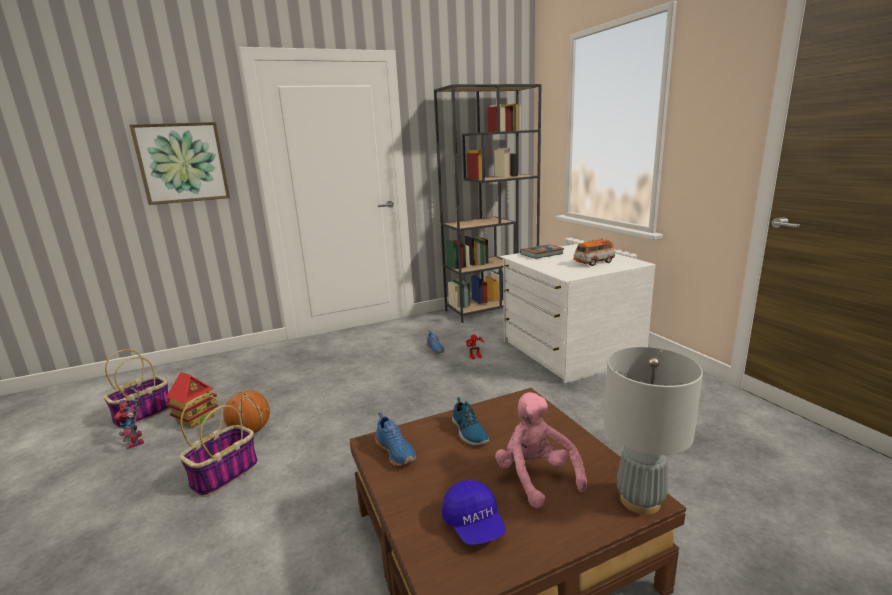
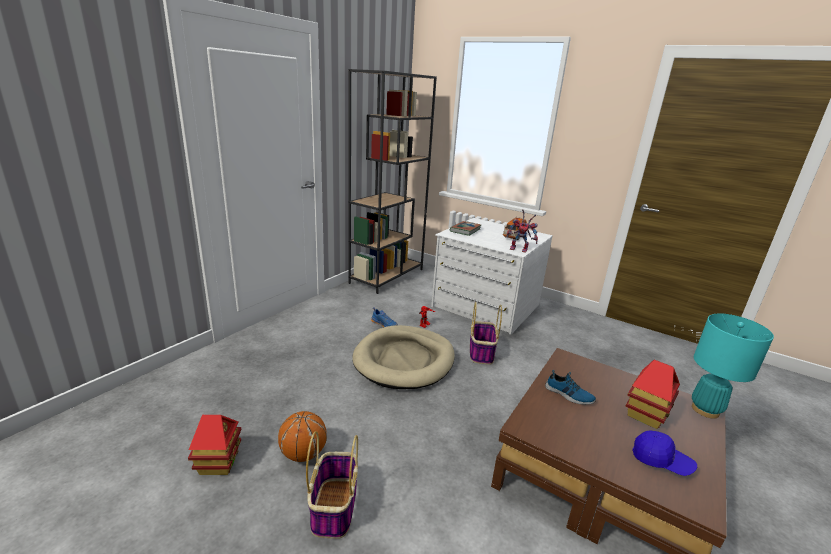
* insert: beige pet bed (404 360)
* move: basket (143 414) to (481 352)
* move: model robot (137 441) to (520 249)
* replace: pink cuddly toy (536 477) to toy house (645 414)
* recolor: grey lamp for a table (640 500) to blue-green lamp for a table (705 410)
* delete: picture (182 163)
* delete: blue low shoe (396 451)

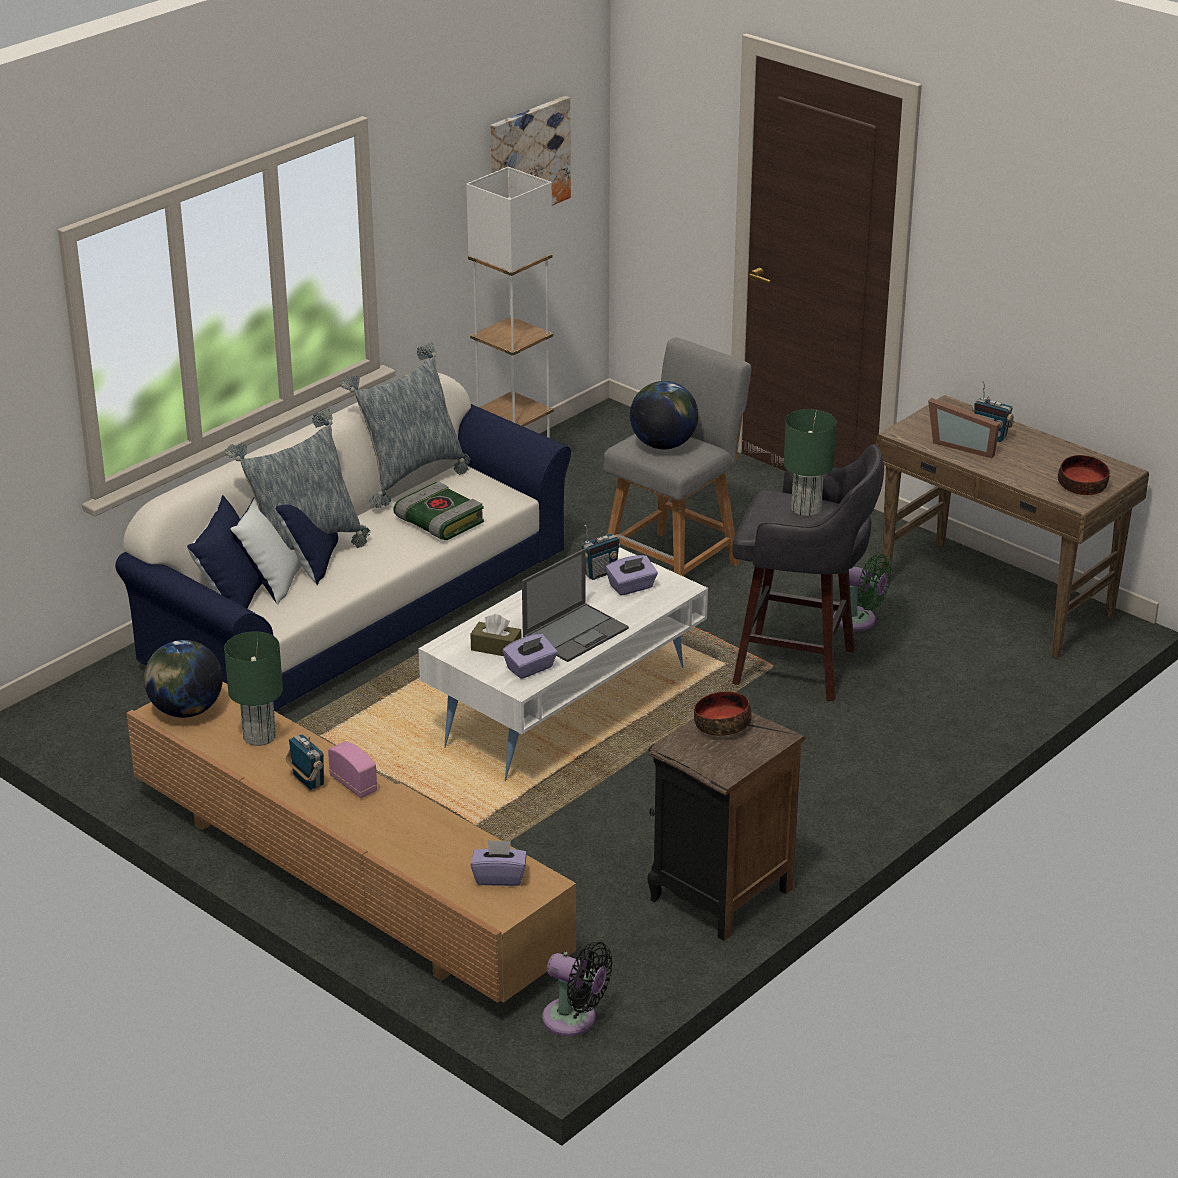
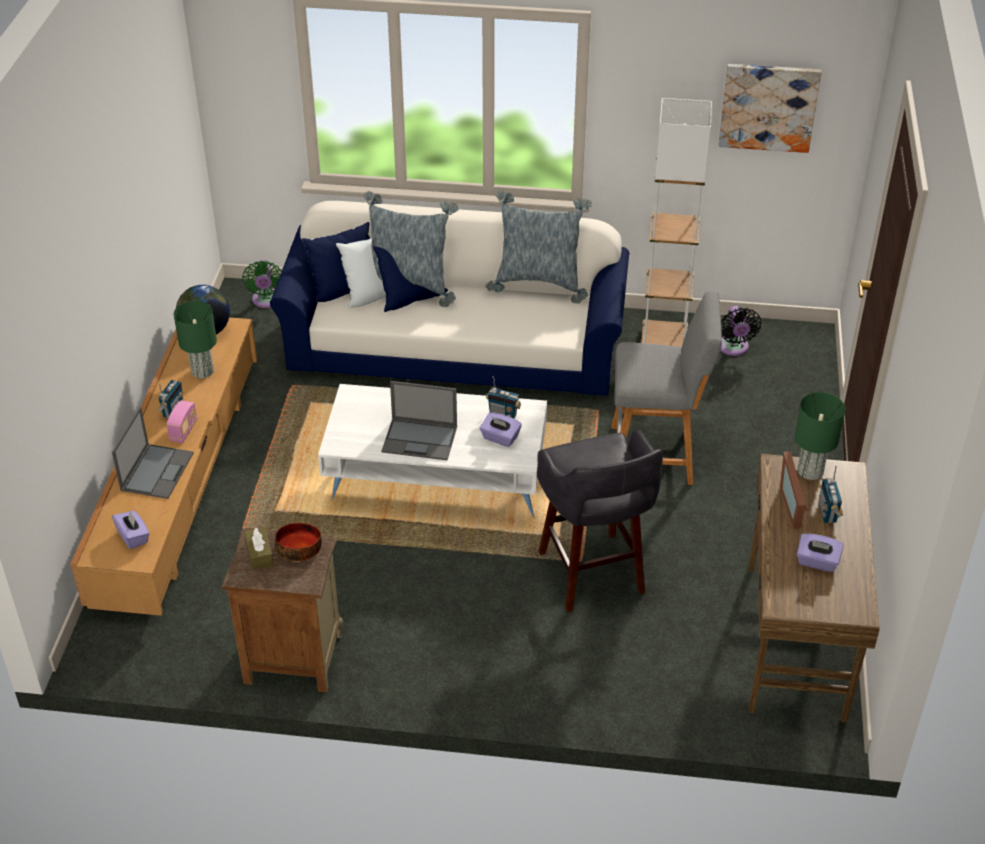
* insert: laptop (157 471)
* recolor: black nightstand (719 893) to beige nightstand (293 657)
* move: greenish electric fan (859 621) to (267 301)
* move: brown tissue holder (496 648) to (259 554)
* move: black electric fan (574 1020) to (733 348)
* move: greenish lamp for a table (805 509) to (810 470)
* move: purplish tissue holder (530 668) to (817 562)
* delete: book (437 521)
* delete: globe (663 444)
* delete: deep dish (1081 486)

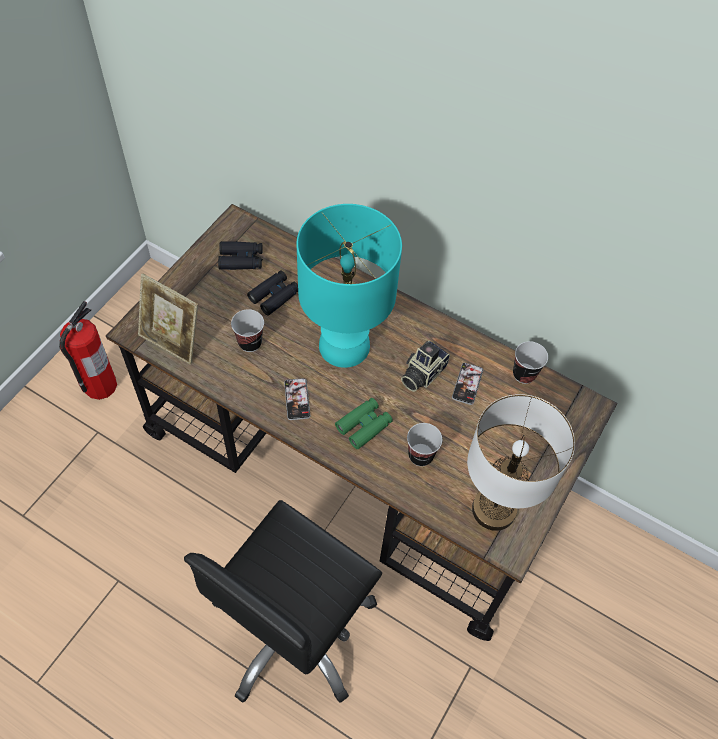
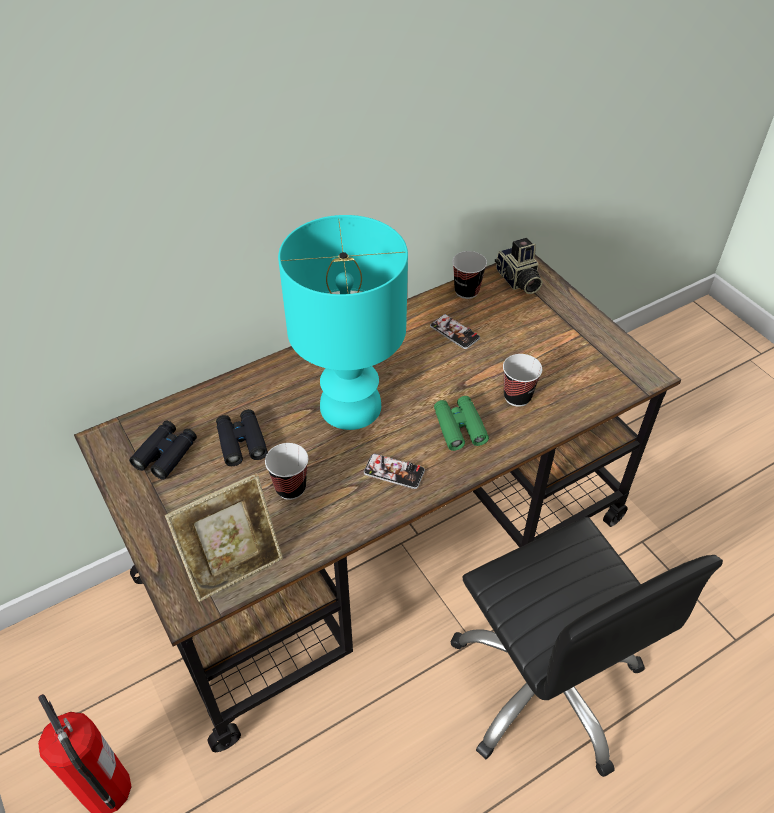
* move: photo camera (421 373) to (517 281)
* delete: lamp for a table (493 509)

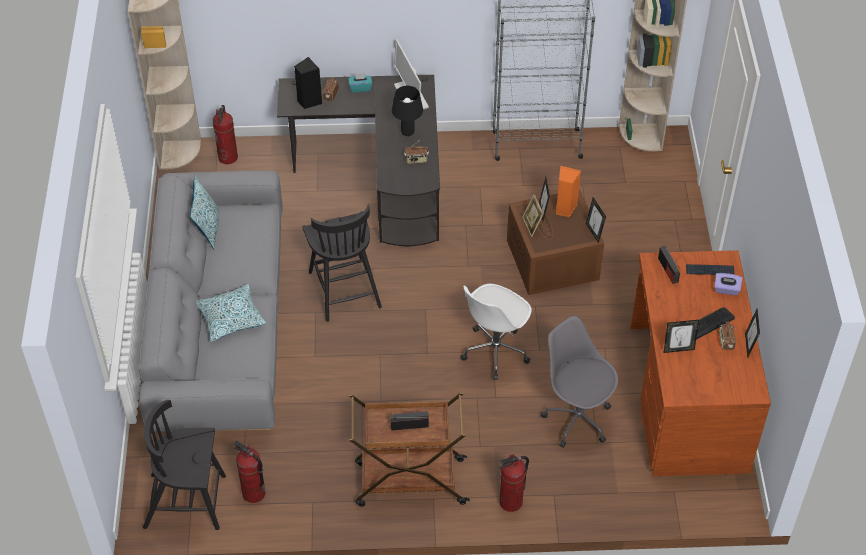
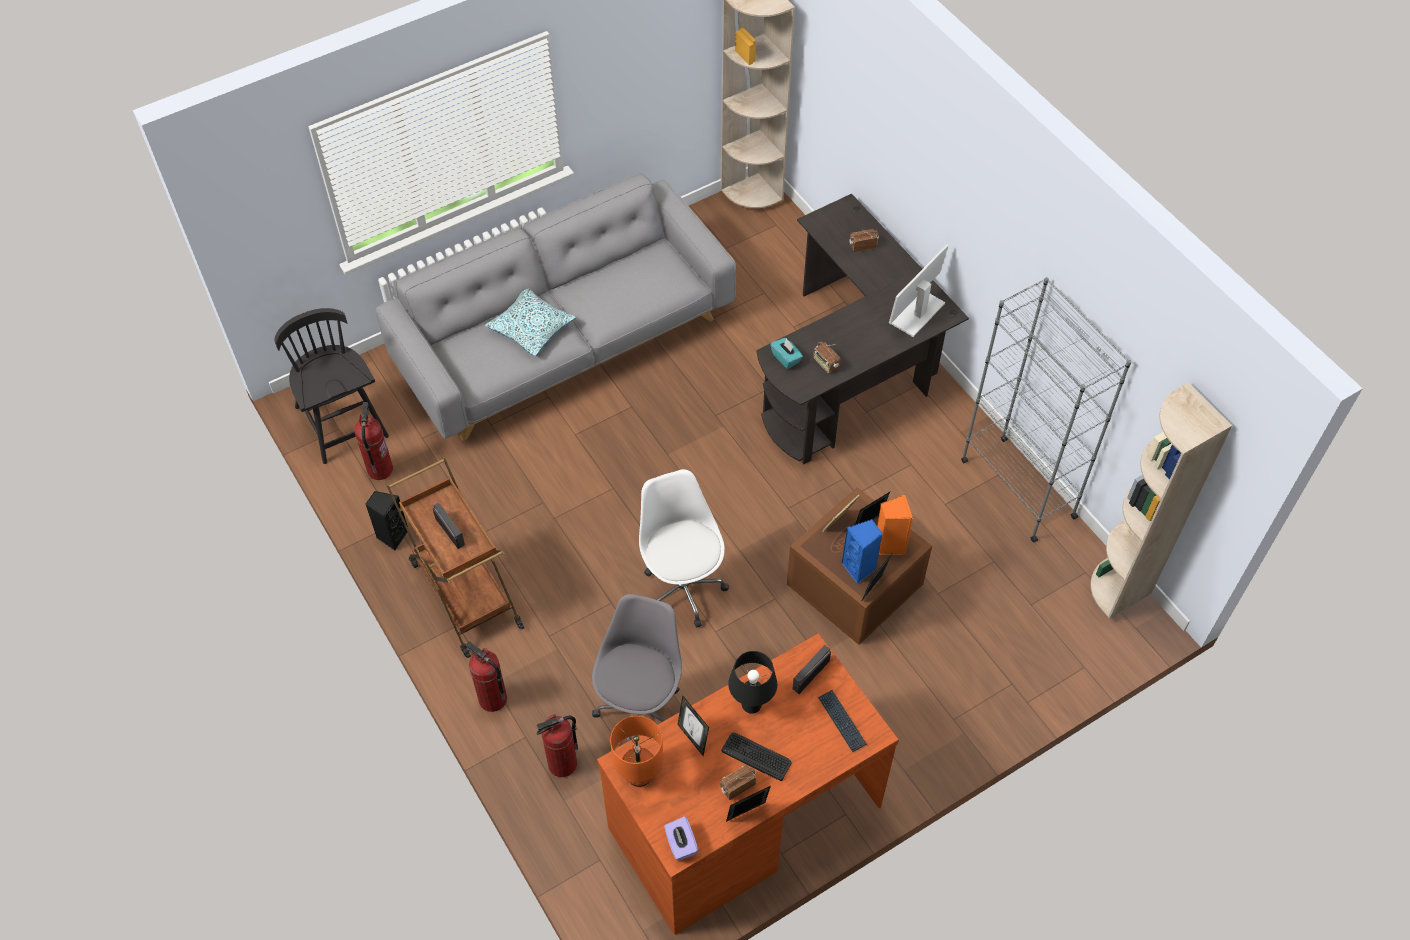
* move: black speaker (309 101) to (392 536)
* move: fire extinguisher (228 157) to (562 764)
* insert: orange-coloured lamp for a table (639 775)
* rotate: white-coloured desk chair (494 353) = (682 590) 60 degrees clockwise
* move: purplish tissue holder (726 289) to (681 844)
* move: black lamp for a table (407 132) to (752 705)
* move: blue-green tissue holder (360 88) to (786 358)
* insert: blue speaker (860 568)
* delete: pillow (208 229)
* delete: black upright chair (344 288)

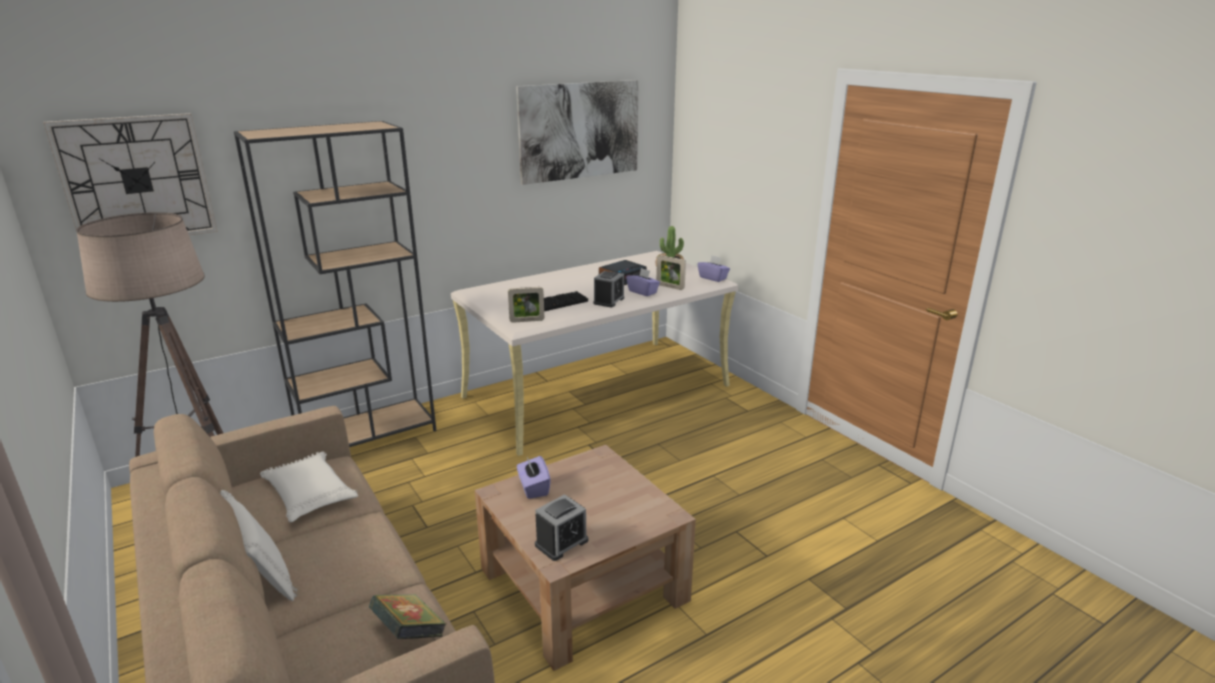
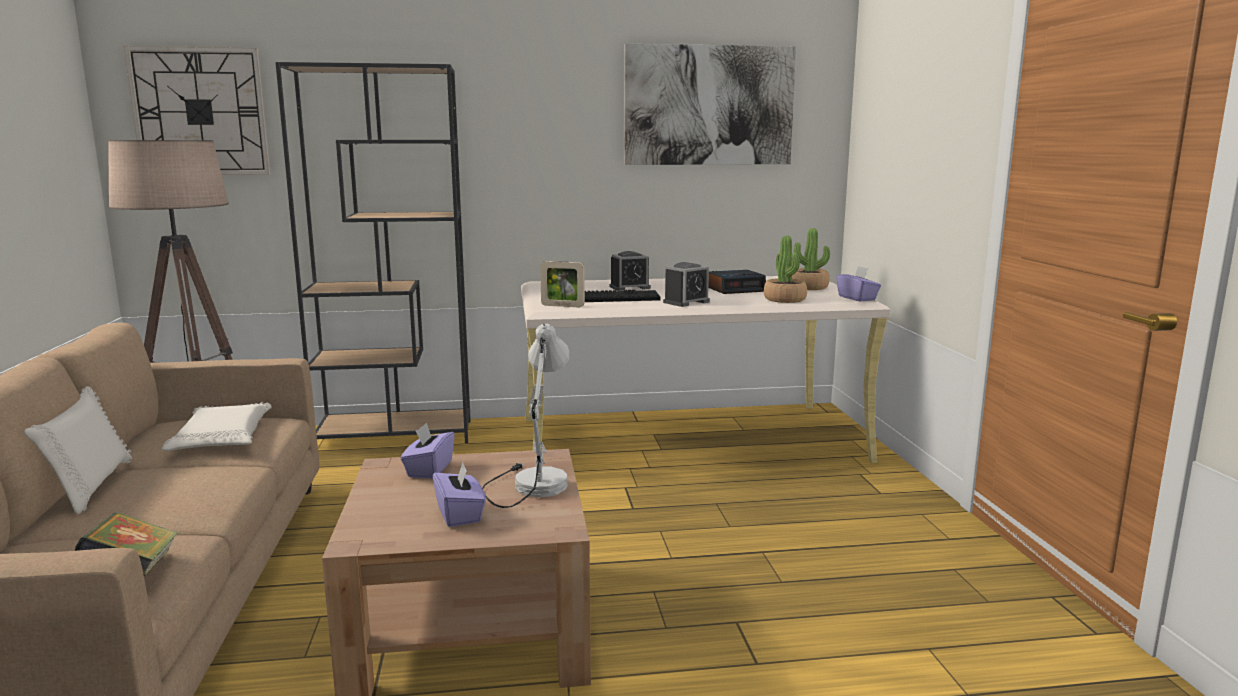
* move: purplish tissue holder (643 292) to (460 514)
* insert: white-coloured lamp for a table (528 483)
* move: alarm clock (561 543) to (629 287)
* replace: picture frame (670 287) to potted plant (785 299)

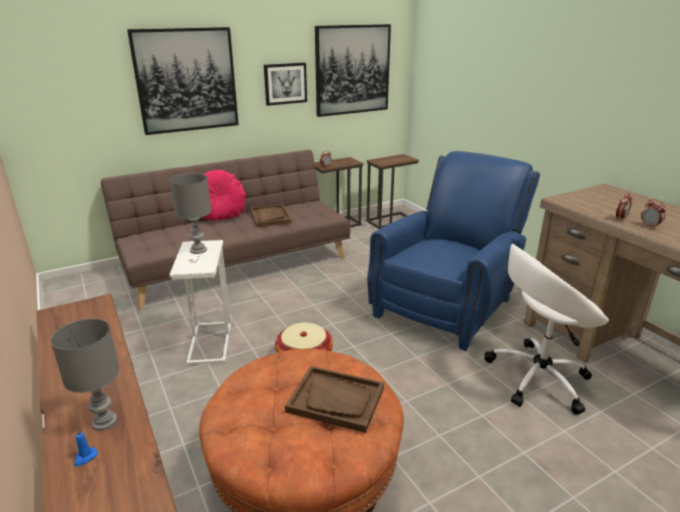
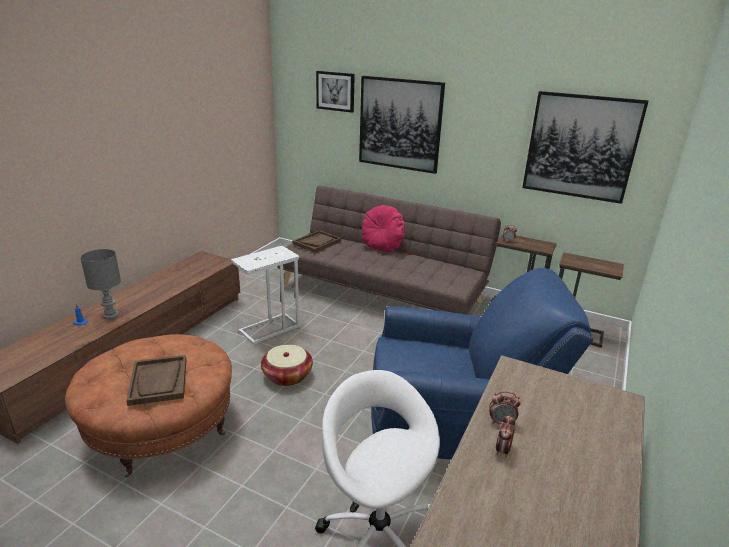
* move: brown tray (270 217) to (317 242)
* move: picture (285 83) to (335 91)
* delete: grey lamp for a table (199 250)

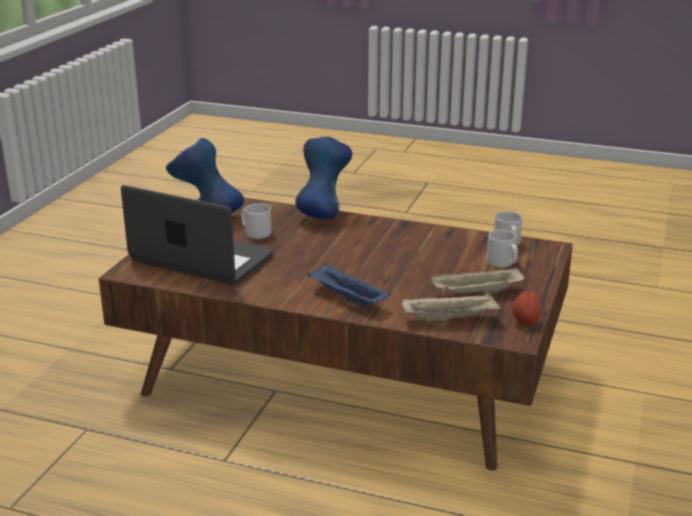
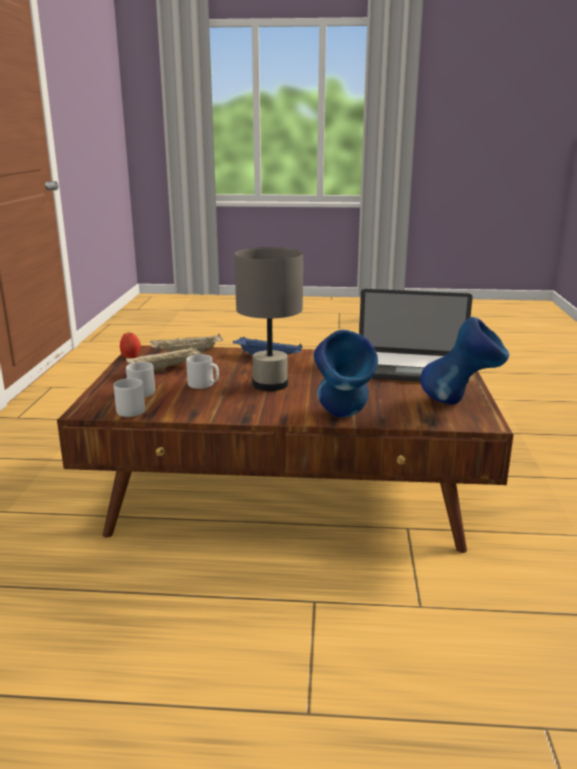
* move: grey tea mug (255 233) to (203 385)
* insert: grey lamp for a table (271 384)

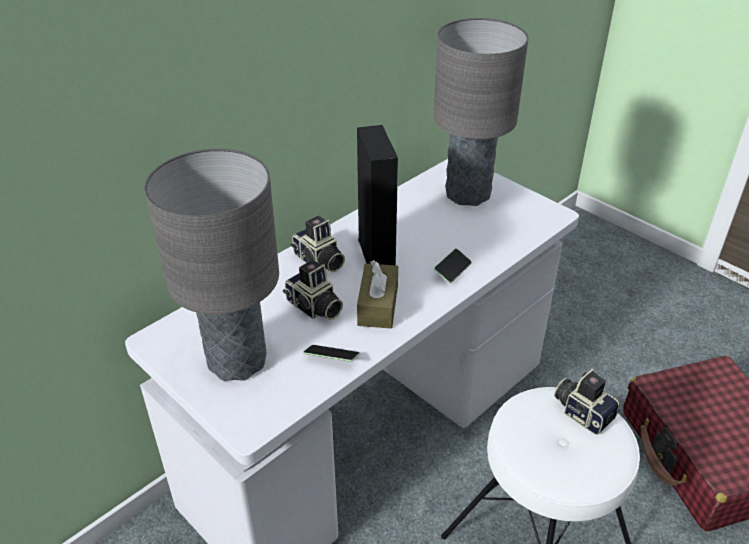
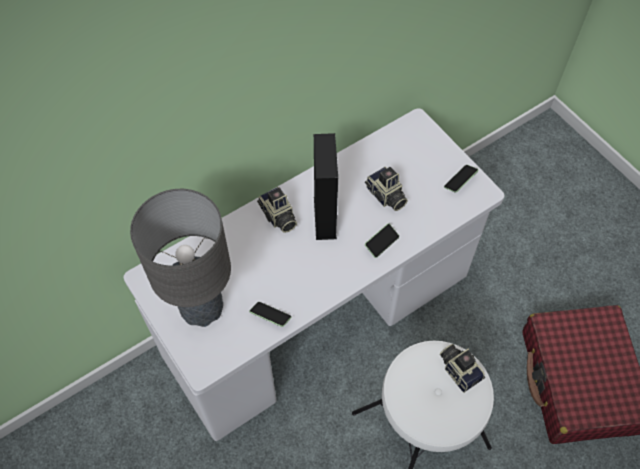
* move: photo camera (314 307) to (385 196)
* insert: handset (460 181)
* delete: brown tissue holder (378 305)
* delete: grey lamp for a table (467 194)

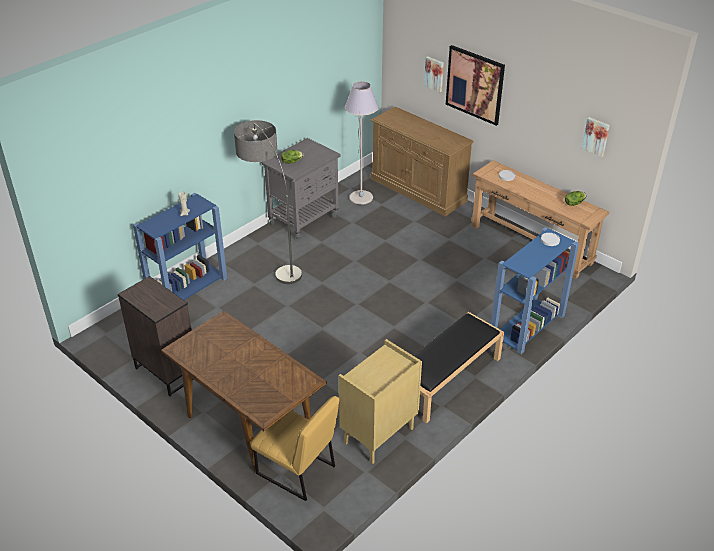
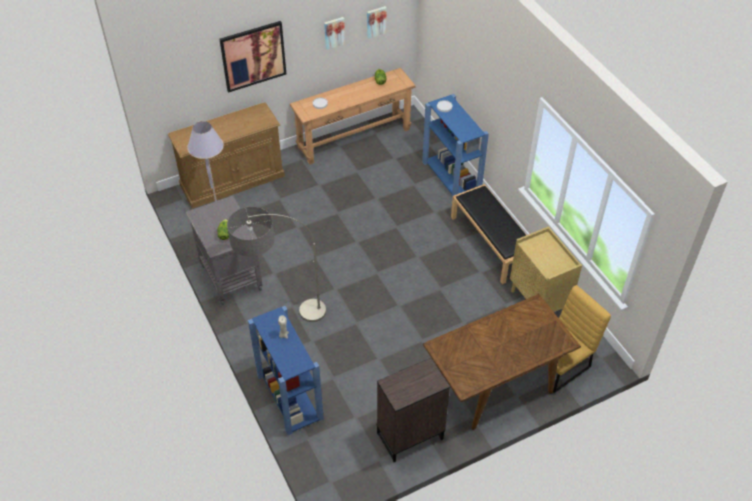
* move: picture (434 73) to (334 32)

